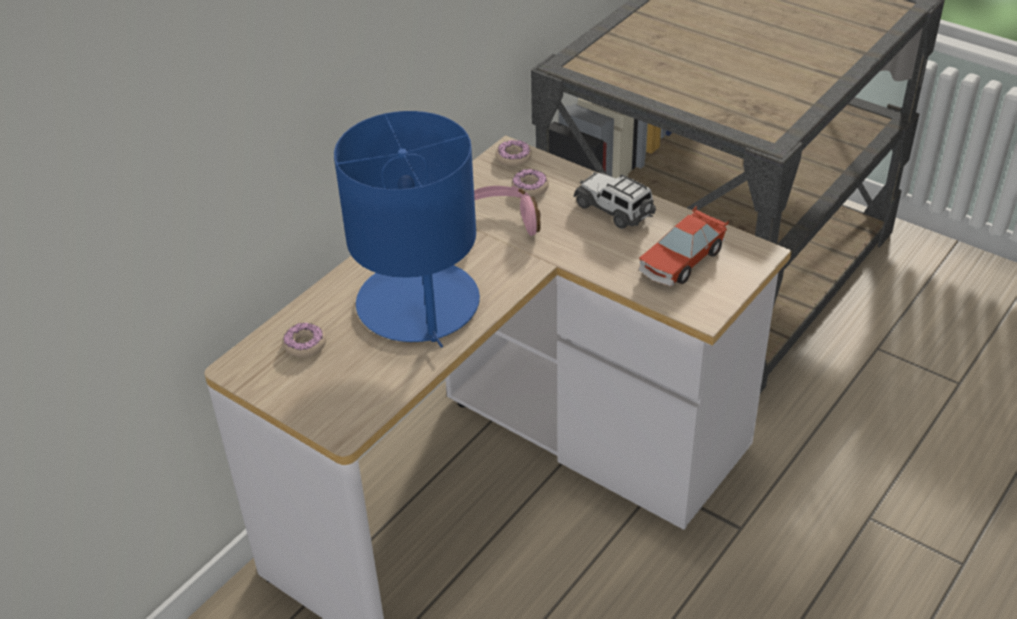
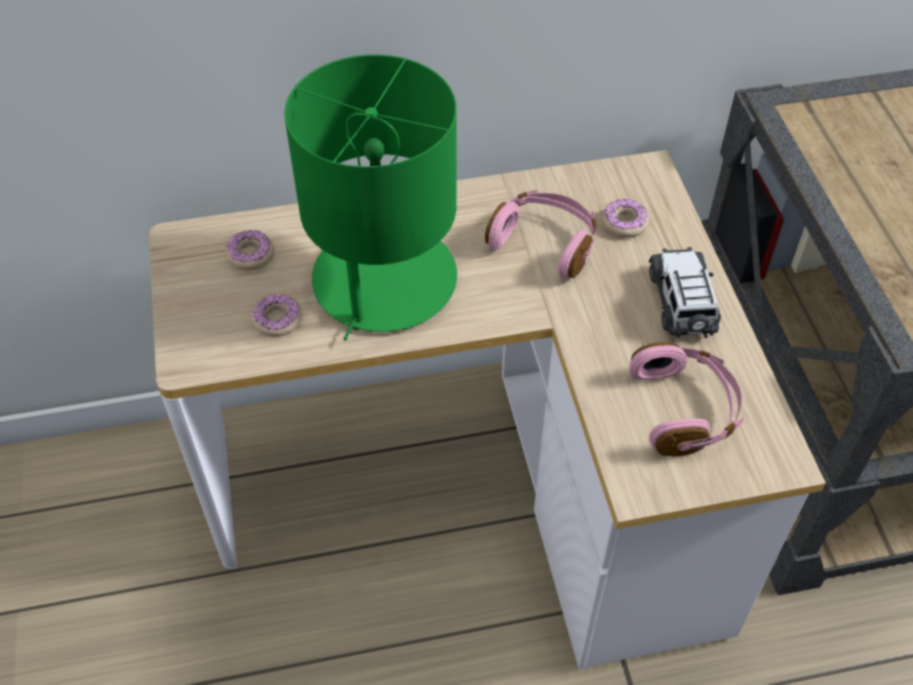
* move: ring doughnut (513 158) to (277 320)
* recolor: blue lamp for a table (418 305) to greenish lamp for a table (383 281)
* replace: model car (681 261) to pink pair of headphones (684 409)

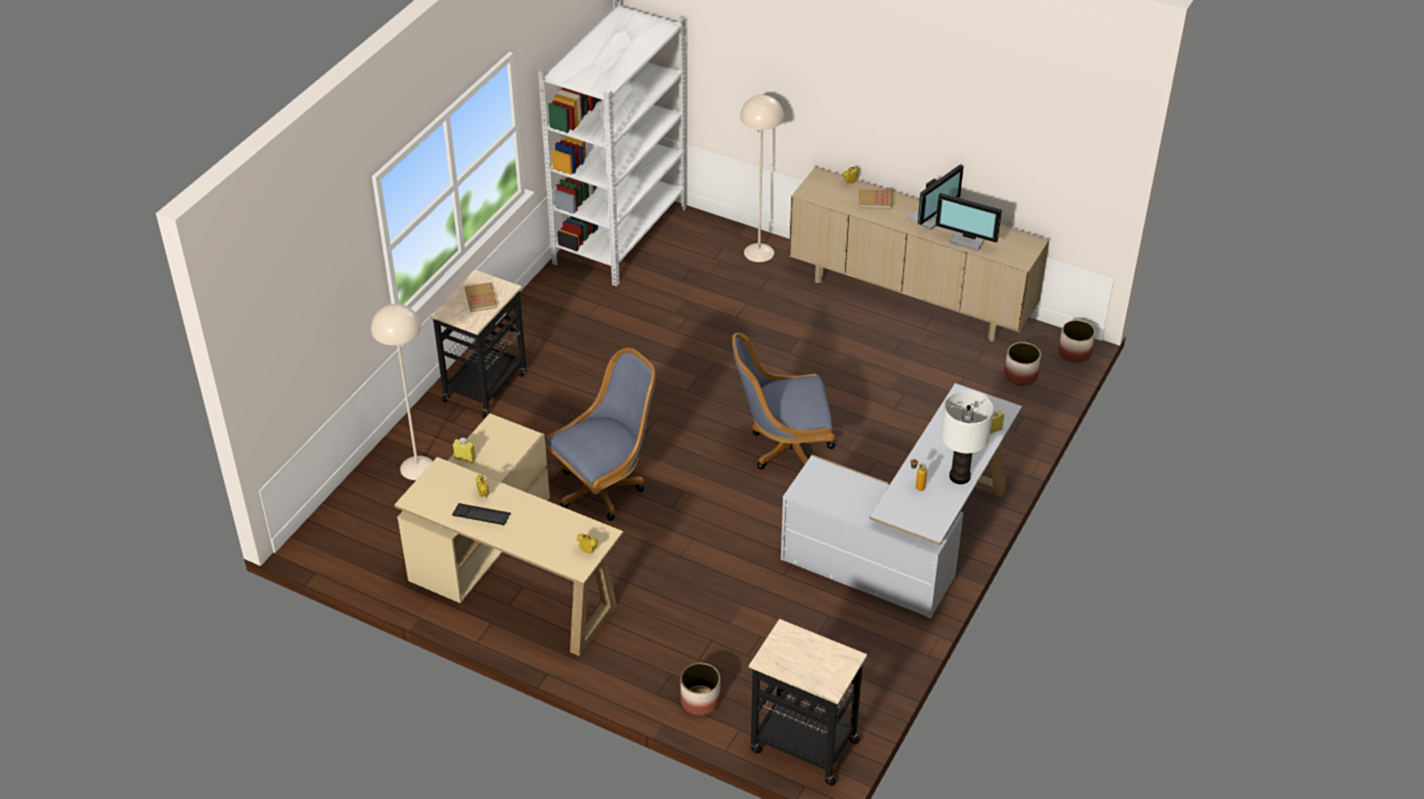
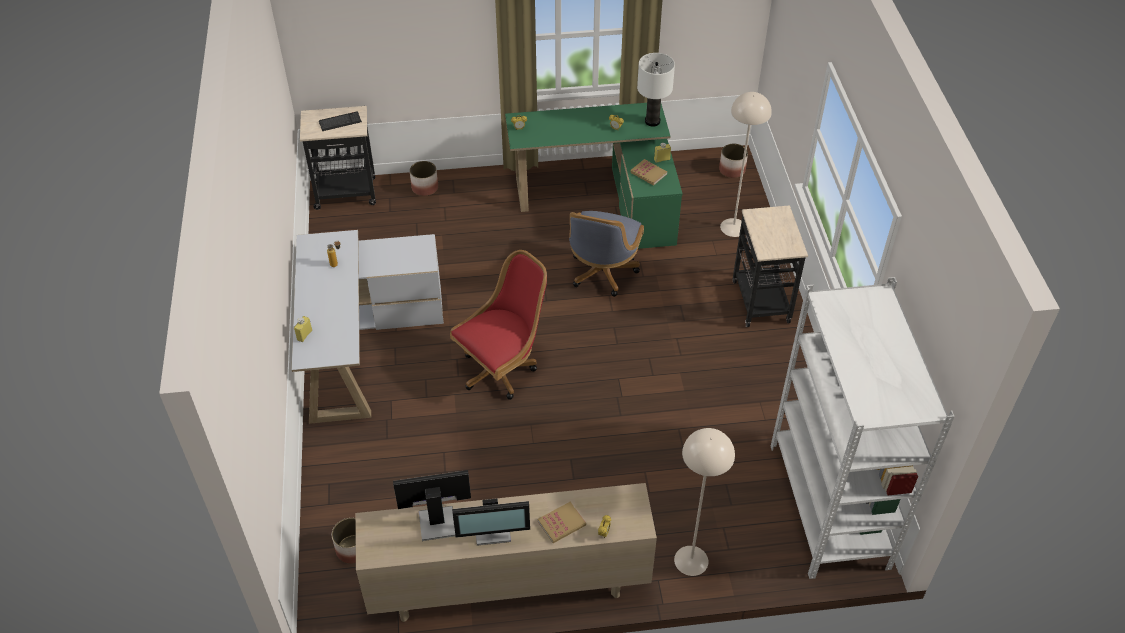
* move: PC keyboard (481 515) to (340 122)
* recolor: blue desk chair (783 450) to red-coloured desk chair (503 367)
* rotate: monitor (929 217) = (493 530) 105 degrees counterclockwise
* recolor: beige desk (511 572) to greenish desk (603 198)
* move: book (481 298) to (648 173)
* move: white-coloured lamp for a table (960 476) to (652 121)
* move: planter (1074 352) to (732 170)

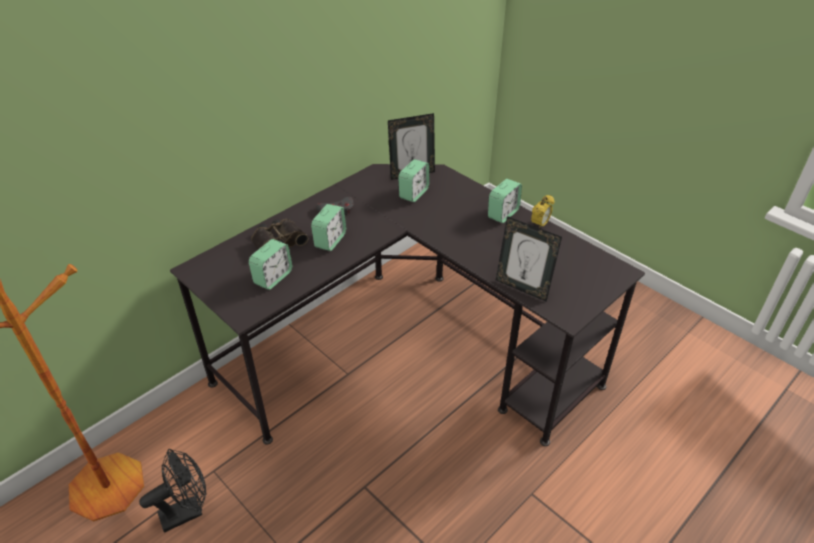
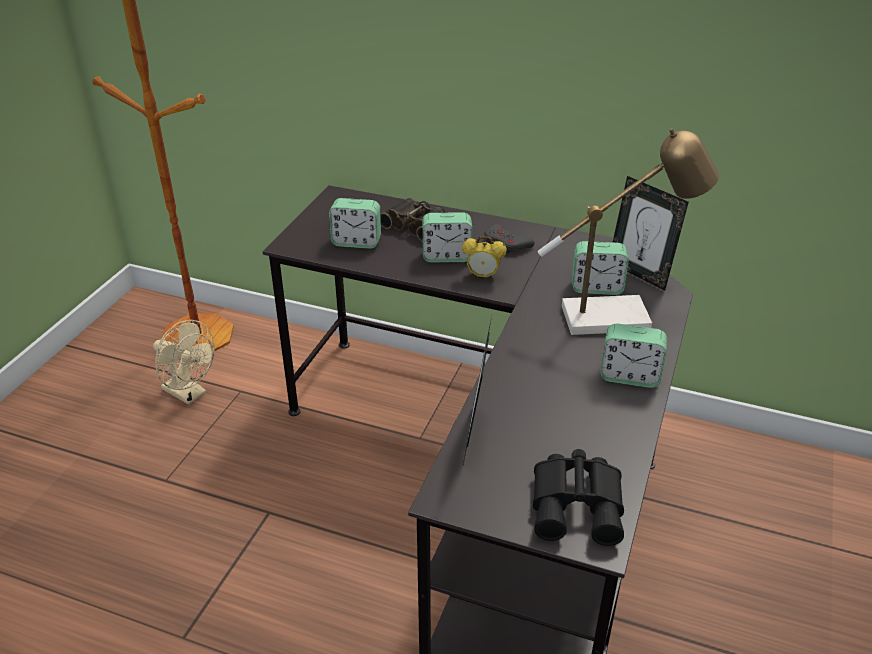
* recolor: black electric fan (187 511) to beige electric fan (189 394)
* move: alarm clock (540 225) to (483 276)
* insert: black field glasses (579 504)
* insert: lamp for a table (617 316)

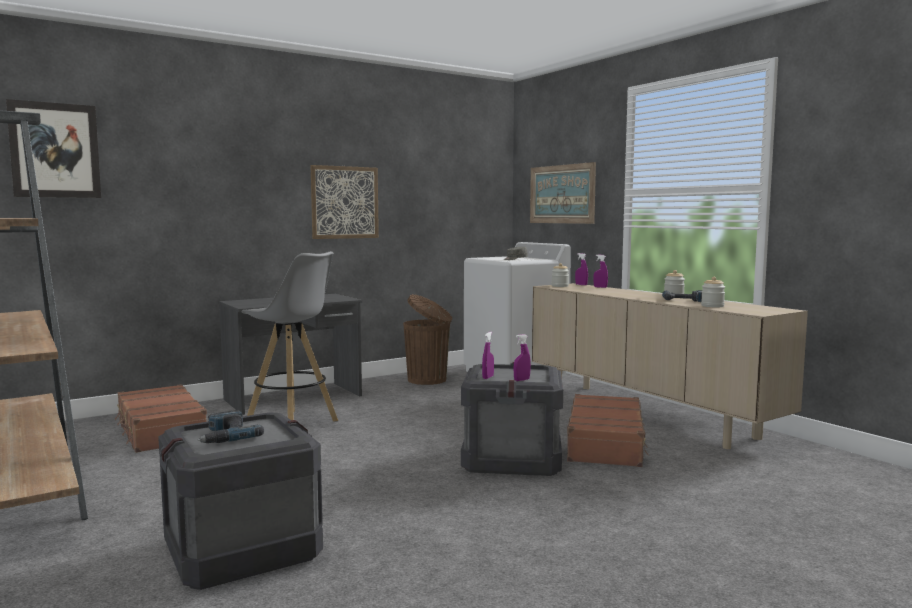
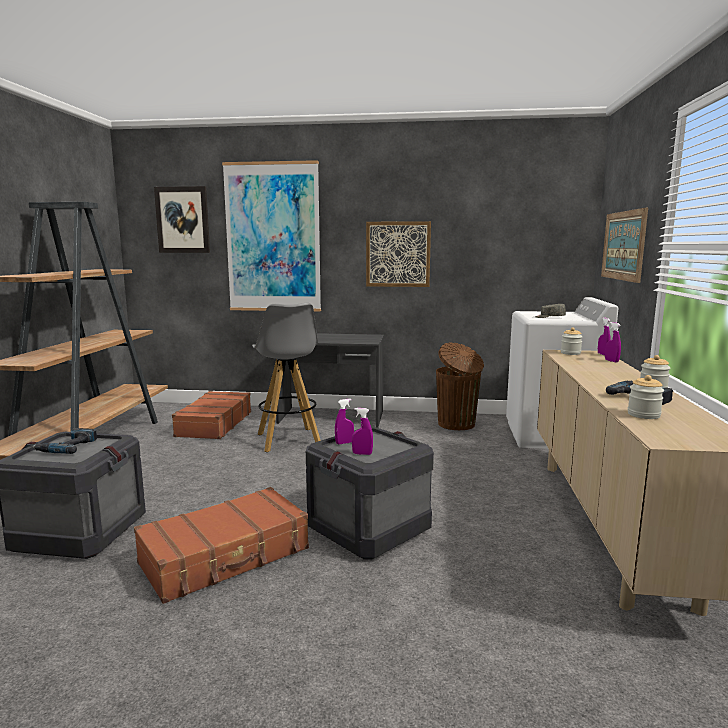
* move: brown suitcase (606 443) to (226 556)
* insert: picture (273 238)

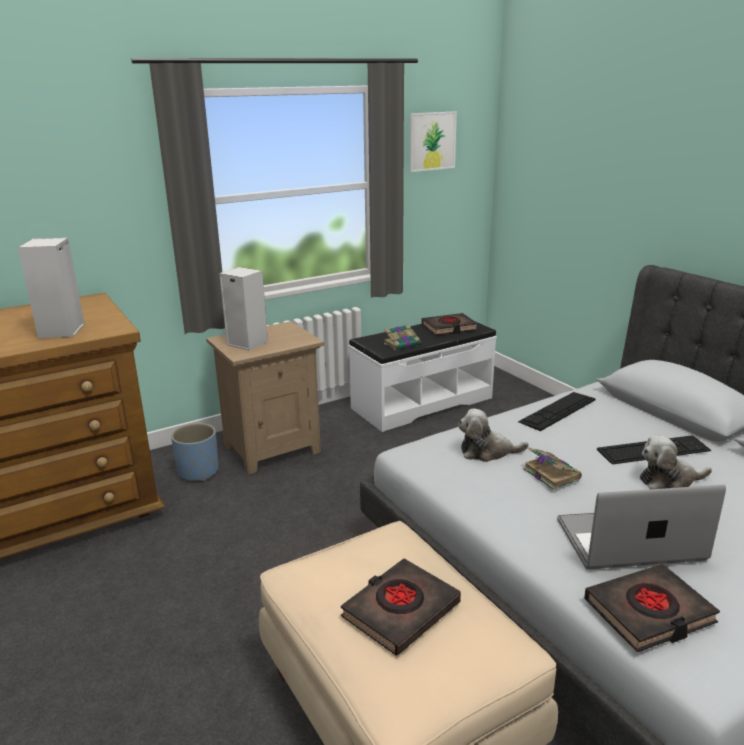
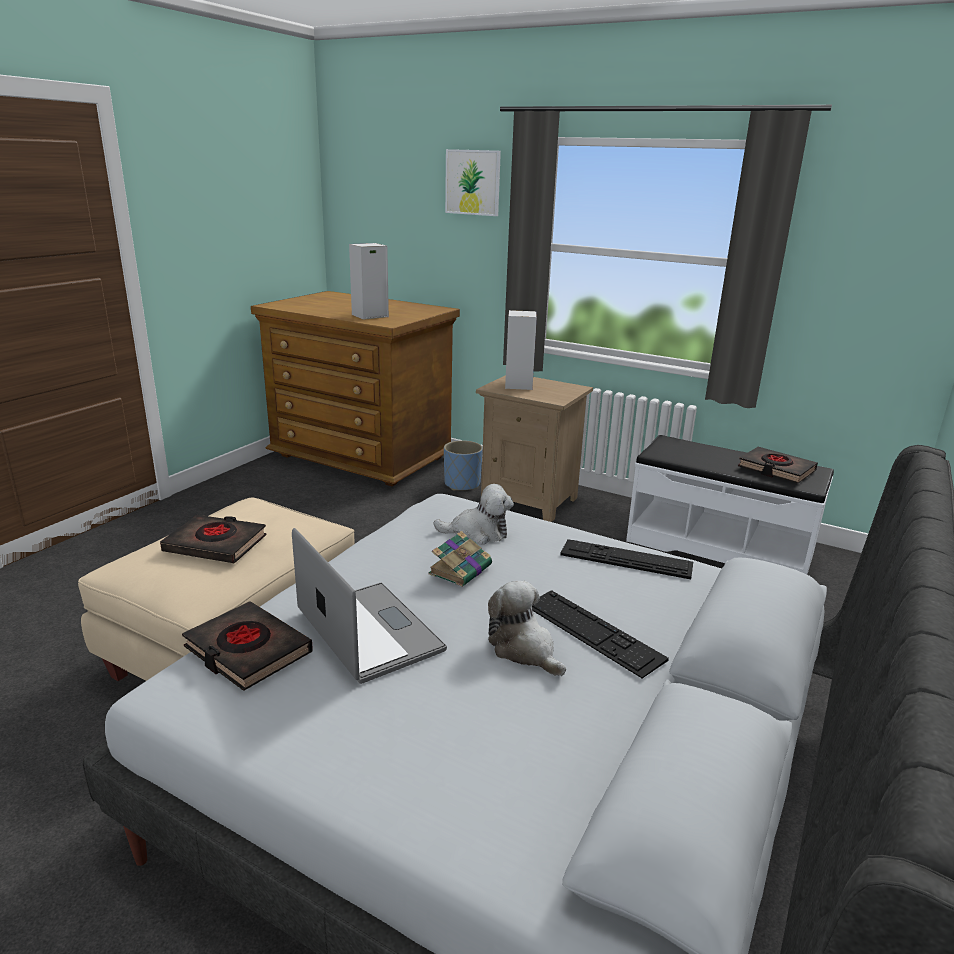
* rotate: cuddly toy (487 452) = (478 533) 120 degrees clockwise
* move: picture (431 141) to (473 182)
* delete: book (402 344)

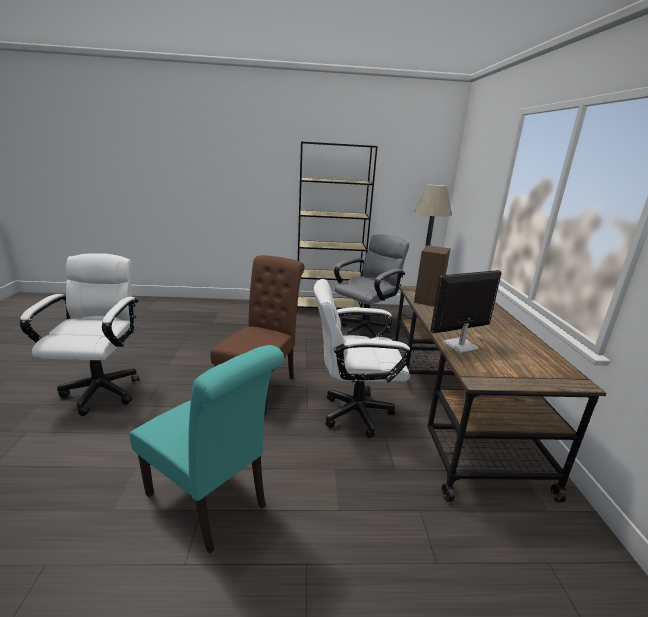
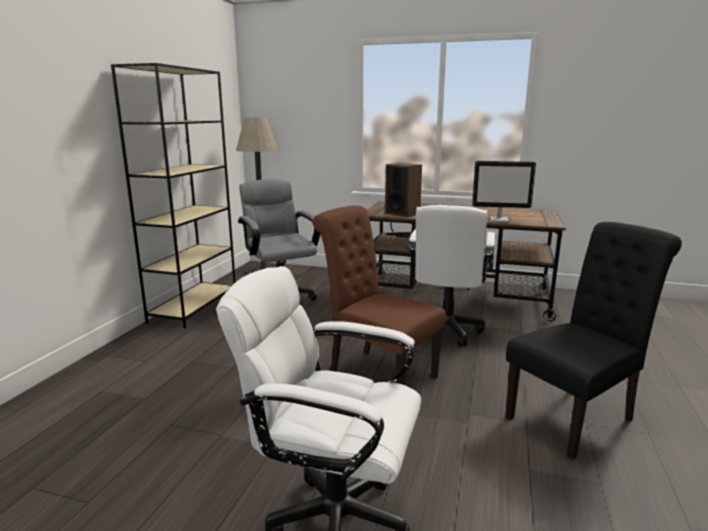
* rotate: monitor (459 346) = (499 220) 75 degrees counterclockwise
* recolor: blue-green upright chair (211 503) to black upright chair (575 417)

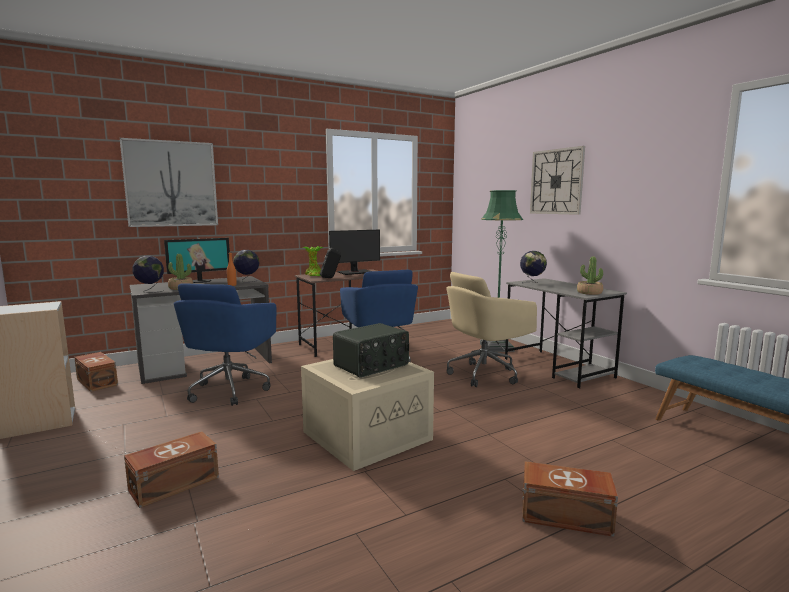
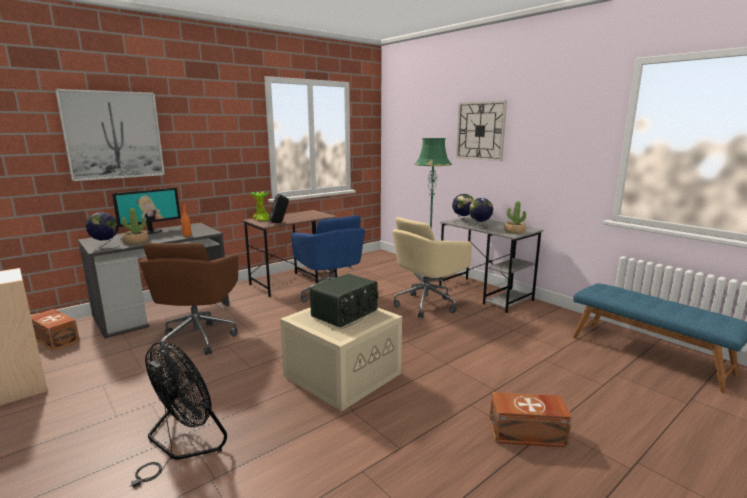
* replace: brown storage container (172 484) to black electric fan (177 443)
* recolor: blue desk chair (231 390) to brown desk chair (199 338)
* move: globe (247 281) to (479 227)
* delete: monitor (355 272)

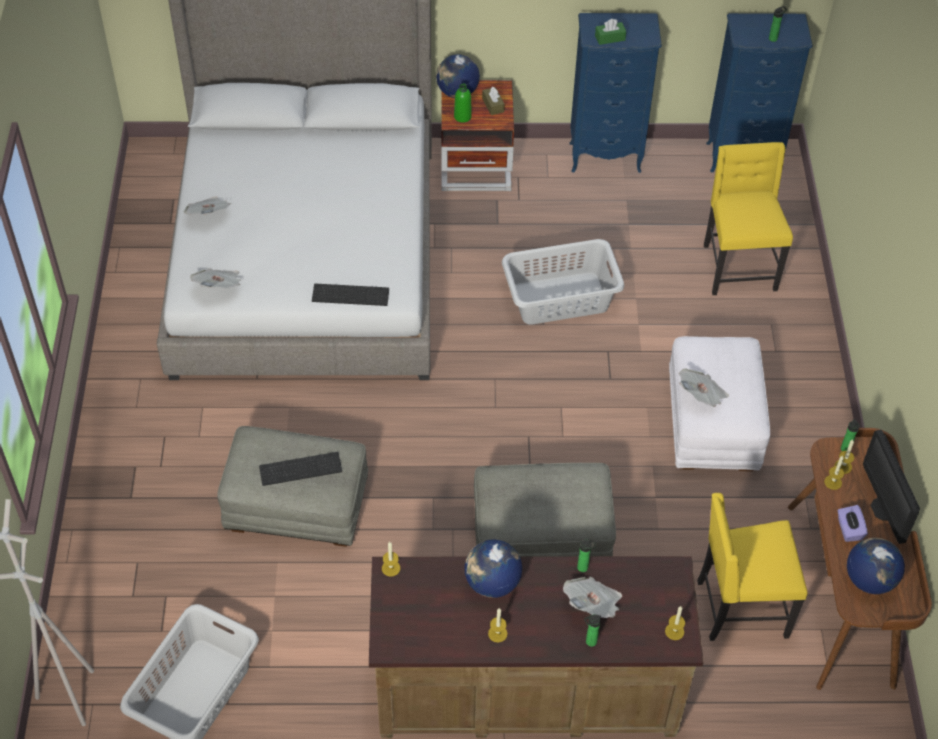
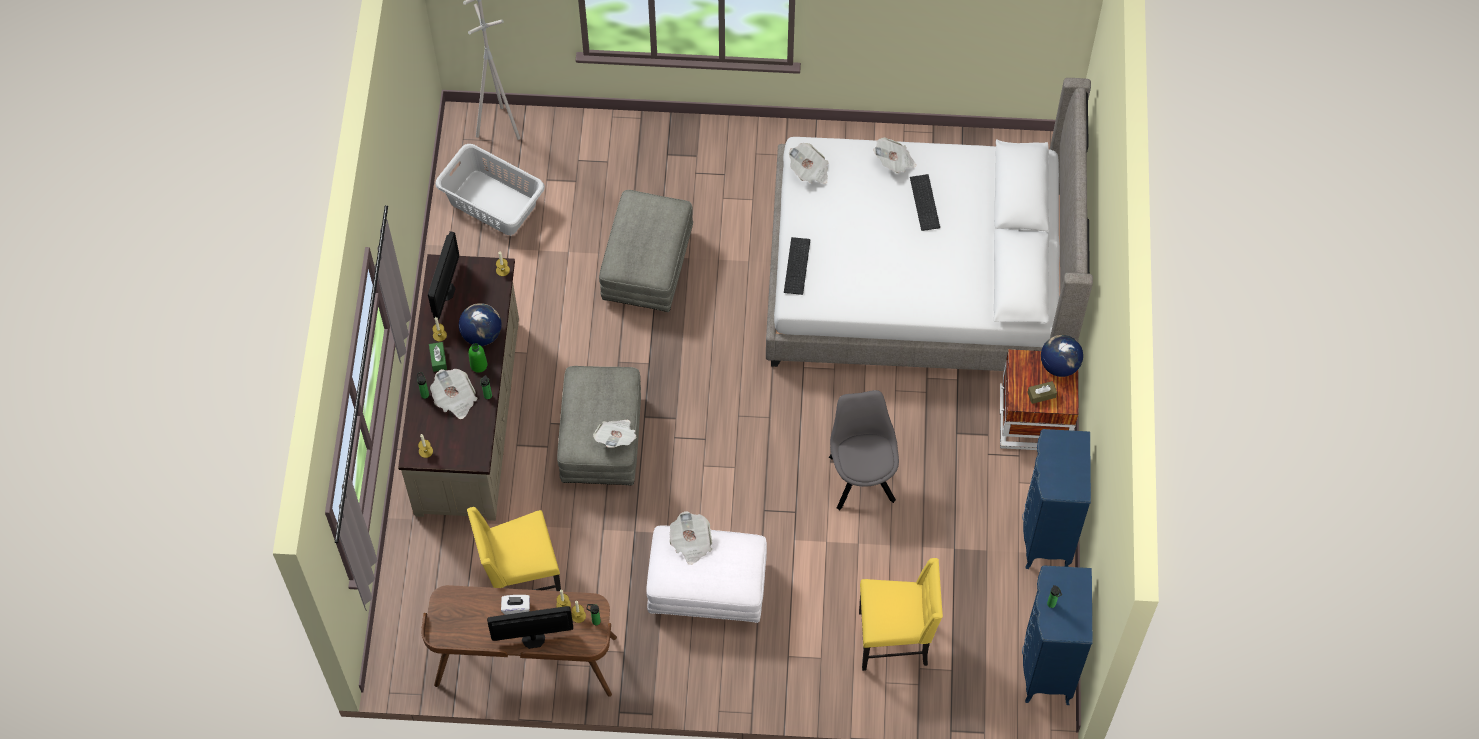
* insert: monitor (445 291)
* move: greenish tissue holder (610 38) to (438 359)
* rotate: yellow-coloured upright chair (739 608) = (521 580) 105 degrees counterclockwise
* move: greenish bottle (462 116) to (478 365)
* recolor: purplish tissue holder (849 530) to white-coloured tissue holder (516 608)
* insert: printed paper (616 438)
* replace: grey hamper (559 298) to grey upright chair (861 478)
* move: PC keyboard (301 467) to (926 203)
* delete: globe (869 579)

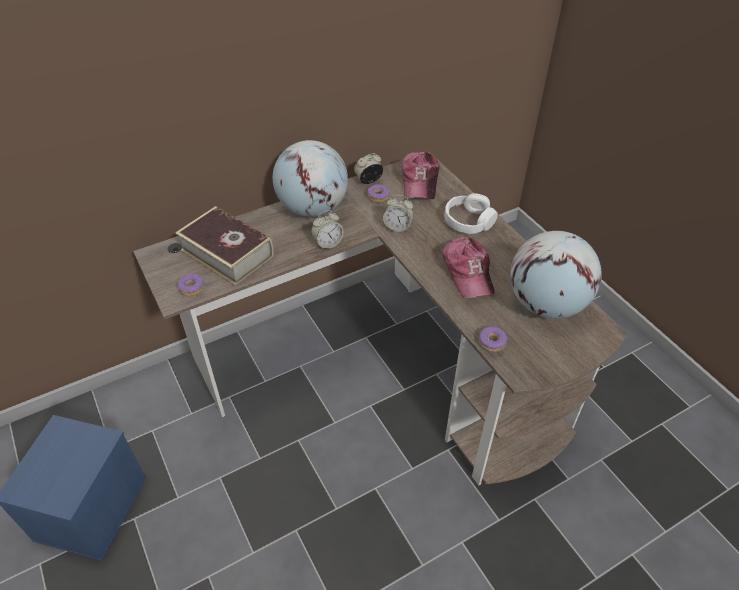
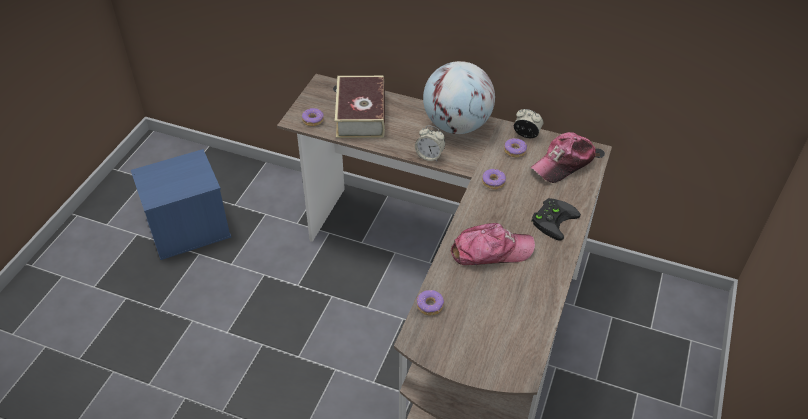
* rotate: cap (468 272) = (491 251) 135 degrees counterclockwise
* replace: alarm clock (398 227) to ring doughnut (493 182)
* replace: white-coloured pair of headphones (469 221) to black game controller (553 219)
* delete: globe (546 304)

